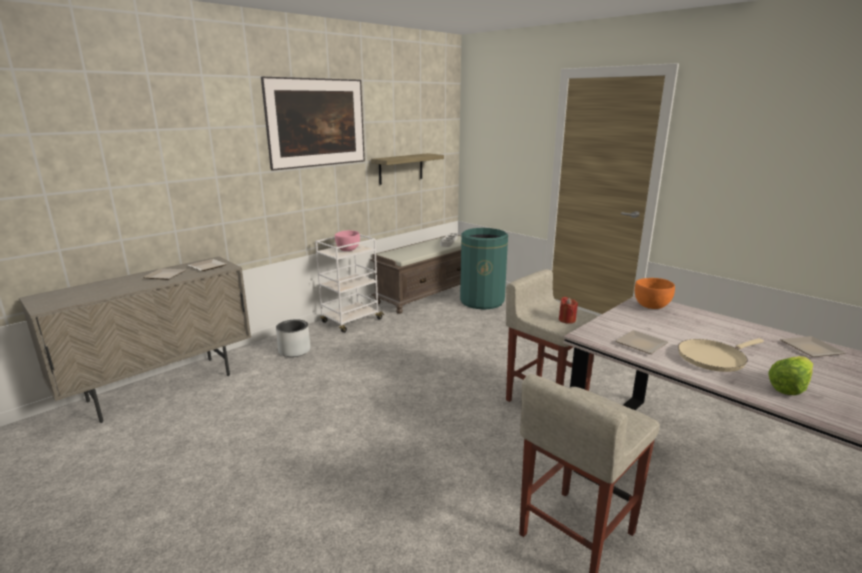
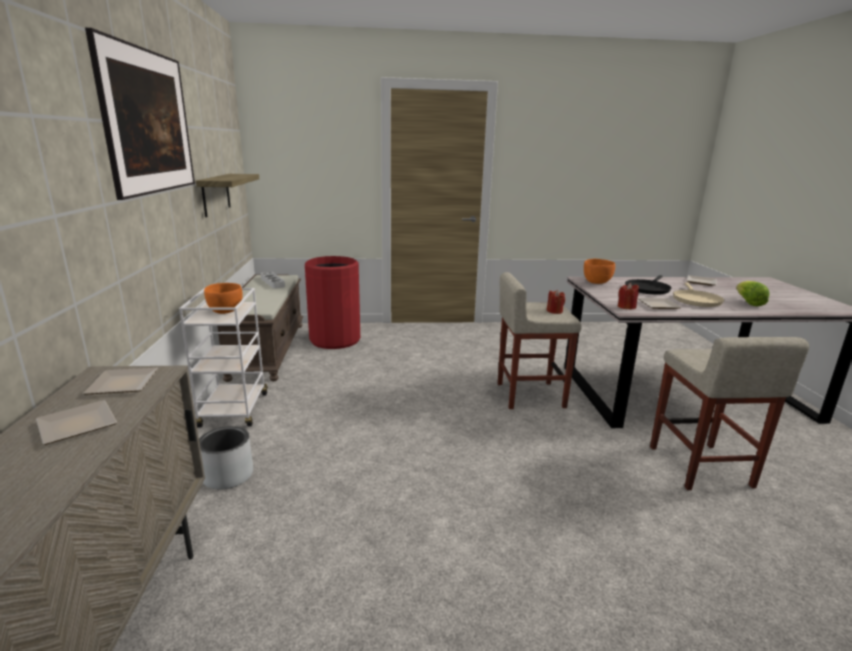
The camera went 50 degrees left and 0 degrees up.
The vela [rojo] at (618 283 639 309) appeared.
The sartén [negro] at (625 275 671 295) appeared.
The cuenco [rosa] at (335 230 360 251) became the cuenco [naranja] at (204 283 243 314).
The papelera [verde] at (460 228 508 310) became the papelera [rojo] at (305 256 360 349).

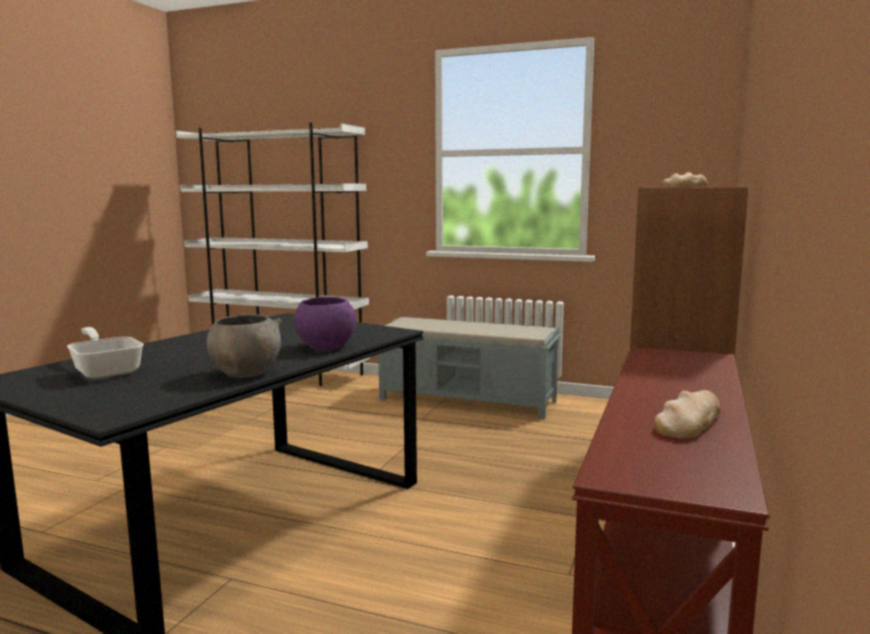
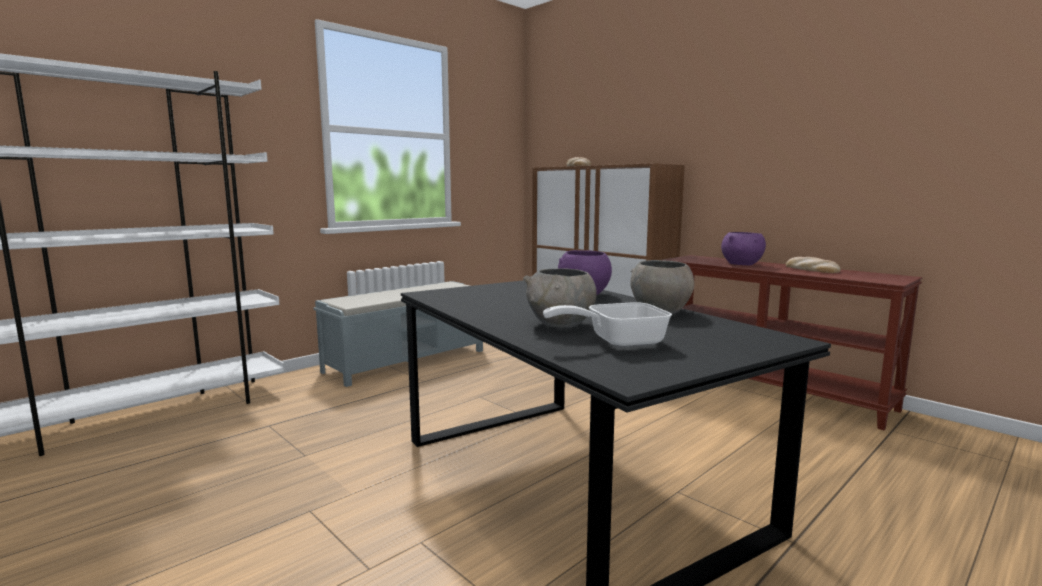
The camera went 65 degrees left and 0 degrees up.
The cuenco [gris] at (523 268 597 328) appeared.
The cuenco [morado] at (721 232 766 265) appeared.

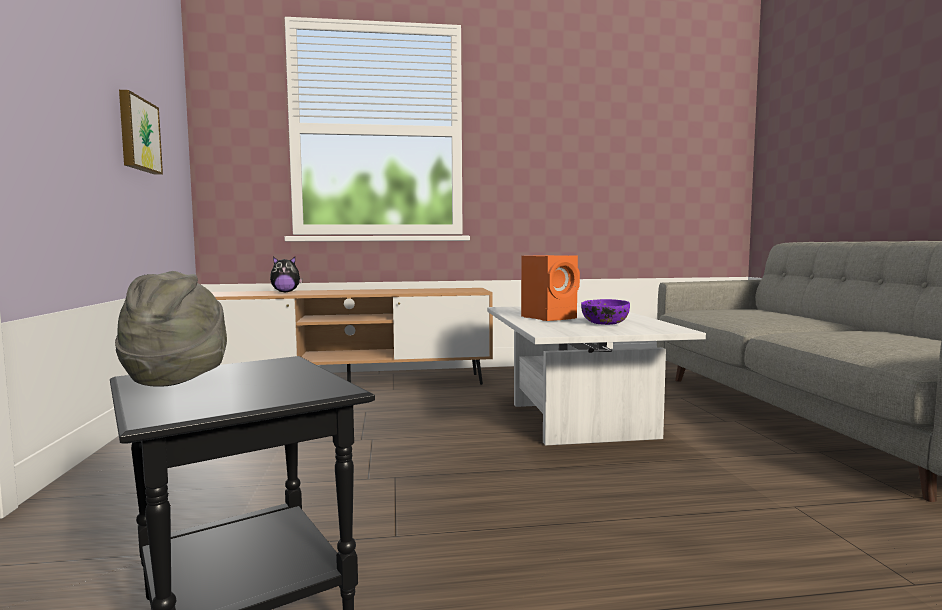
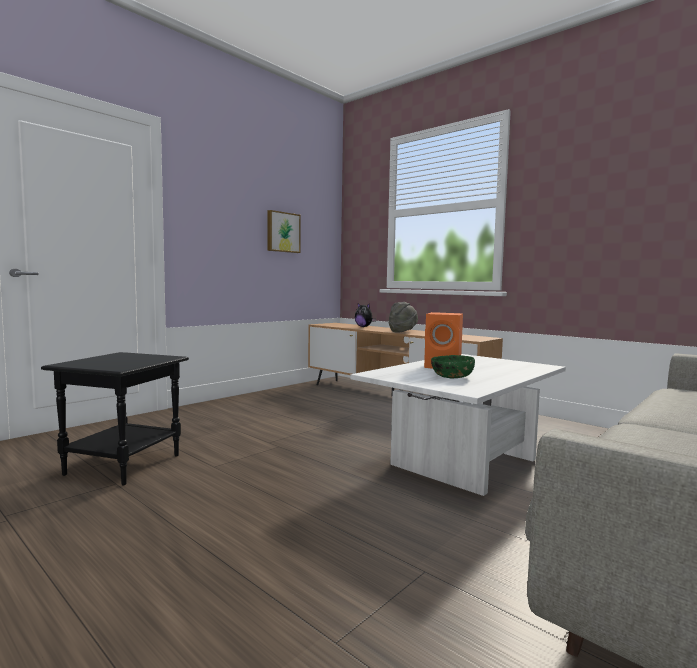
The camera went 50 degrees right and 0 degrees up.
The sombrero [gris] moved from (115 271 227 387) to (388 302 418 333).
The cuenco [morado] at (581 299 630 325) became the cuenco [verde] at (431 355 475 378).

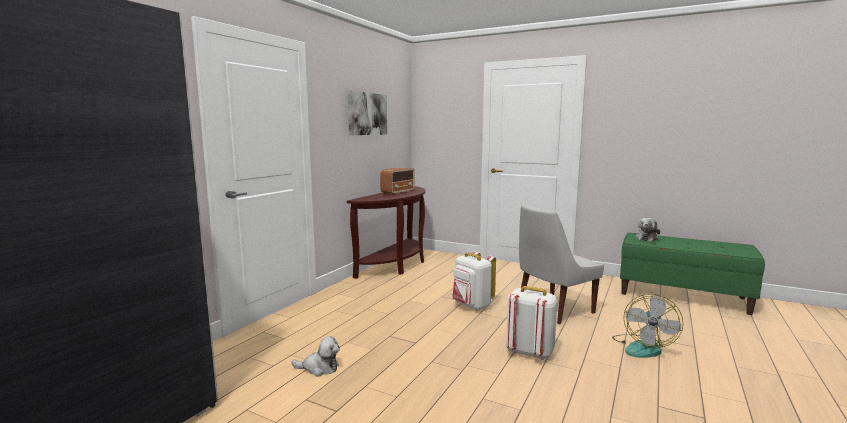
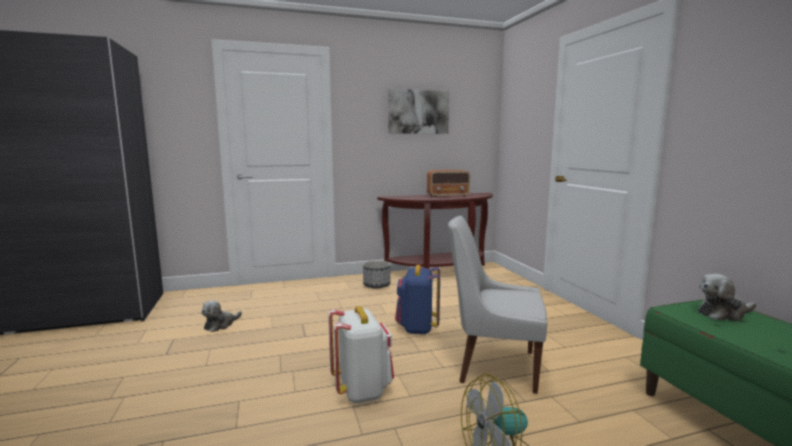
The camera went 45 degrees right and 0 degrees up.
The maceta at (363 260 390 289) appeared.
The mochila [blanco] at (452 251 496 311) became the mochila [azul] at (395 265 440 334).
The peluche at (292 336 340 377) turned 75 degrees clockwise.

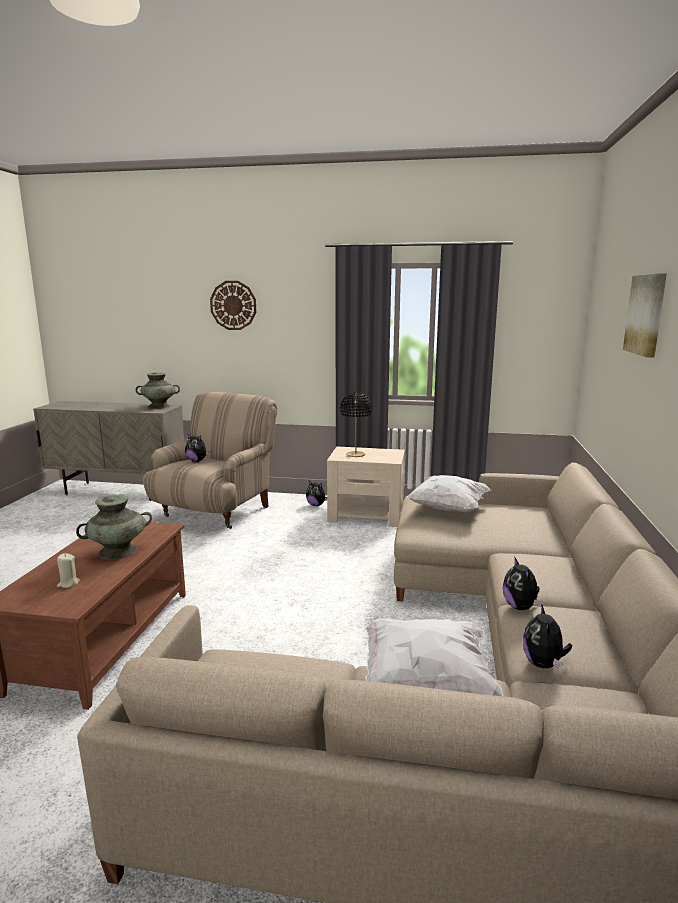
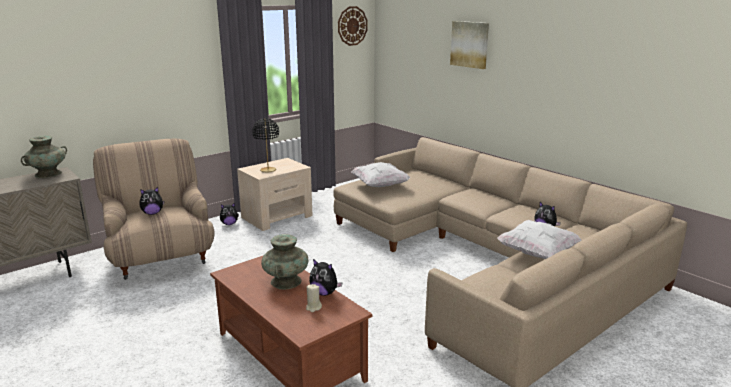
The camera went 50 degrees left and 5 degrees up.
The reloj de pared moved from (210 281 256 330) to (338 6 367 46).
The peluche moved from (503 556 542 610) to (309 259 343 296).

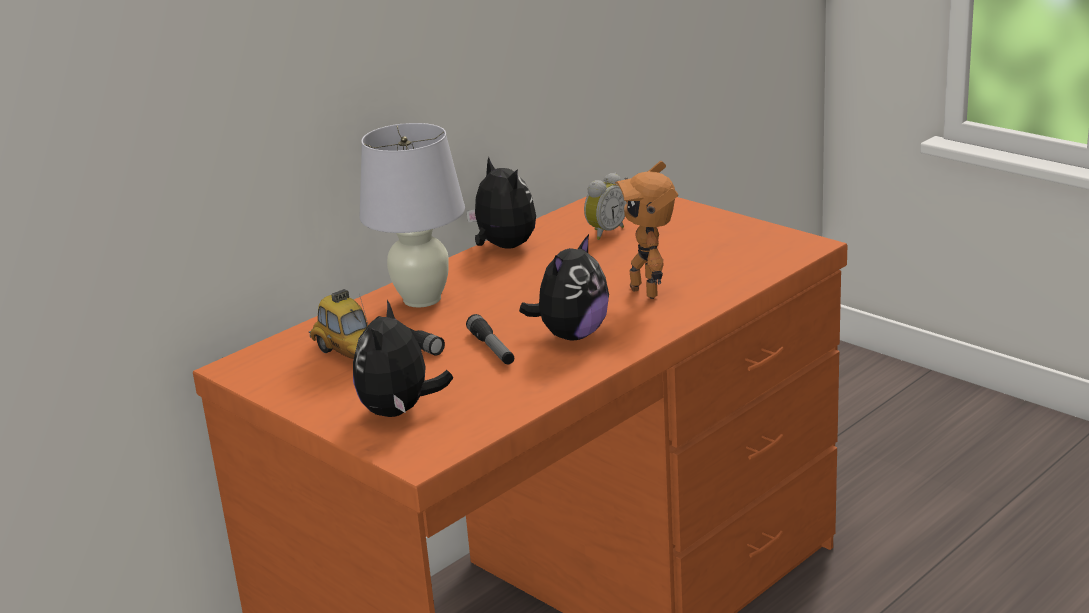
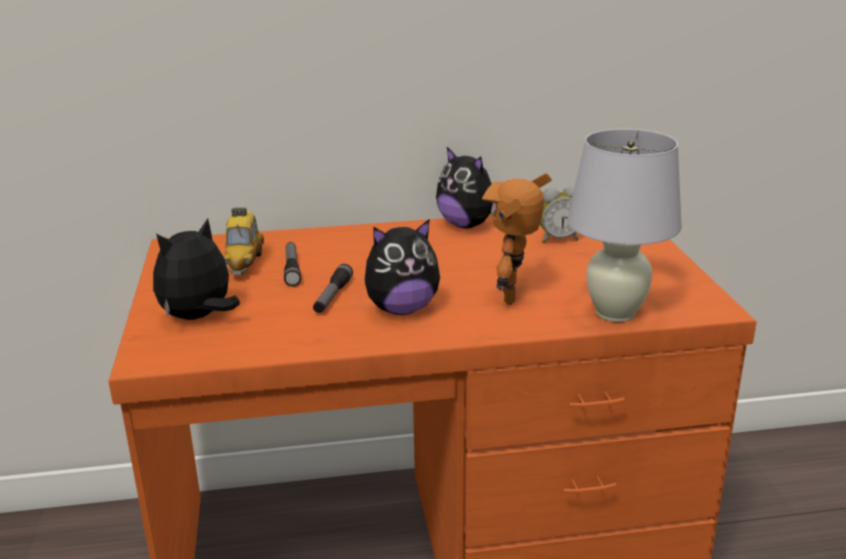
The camera went 35 degrees right and 0 degrees up.
The lámpara de mesa [blanco] moved from (359 123 465 308) to (567 129 682 322).
The peluche at (466 157 536 249) turned 135 degrees clockwise.

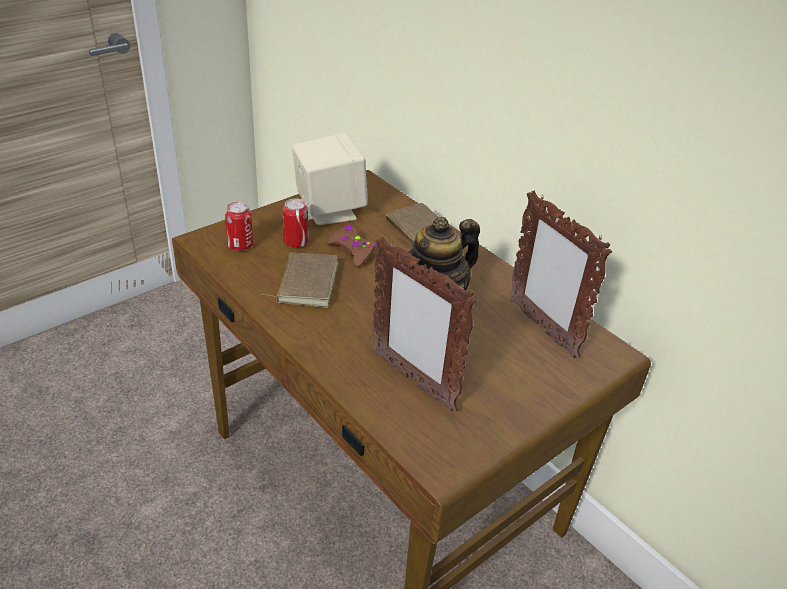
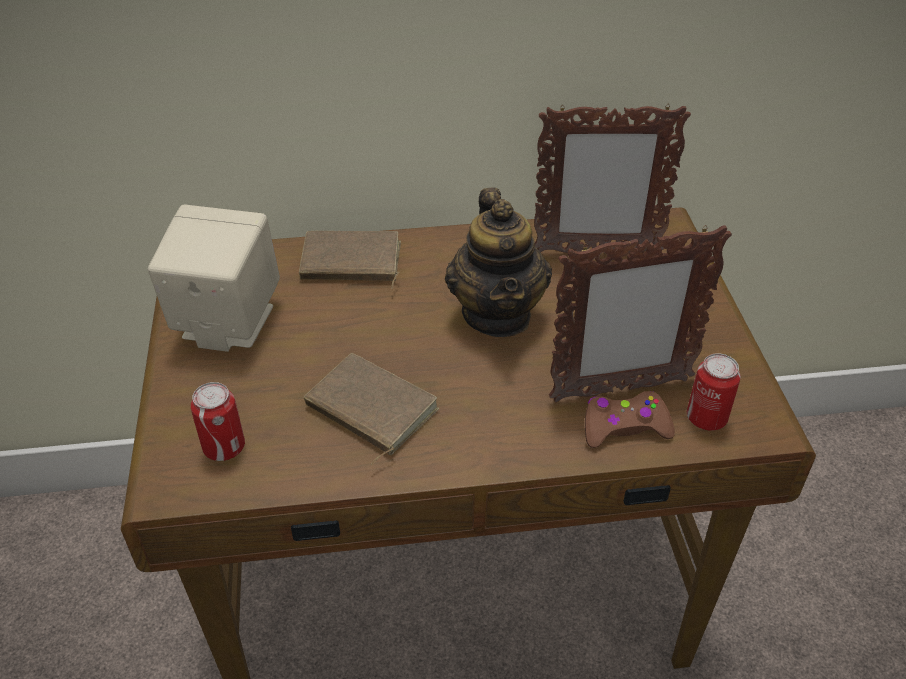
The camera went 55 degrees left and 5 degrees up.
The lata moved from (283 198 309 248) to (687 353 741 431).
The mando de consola [marrón] moved from (326 226 376 267) to (585 391 675 448).

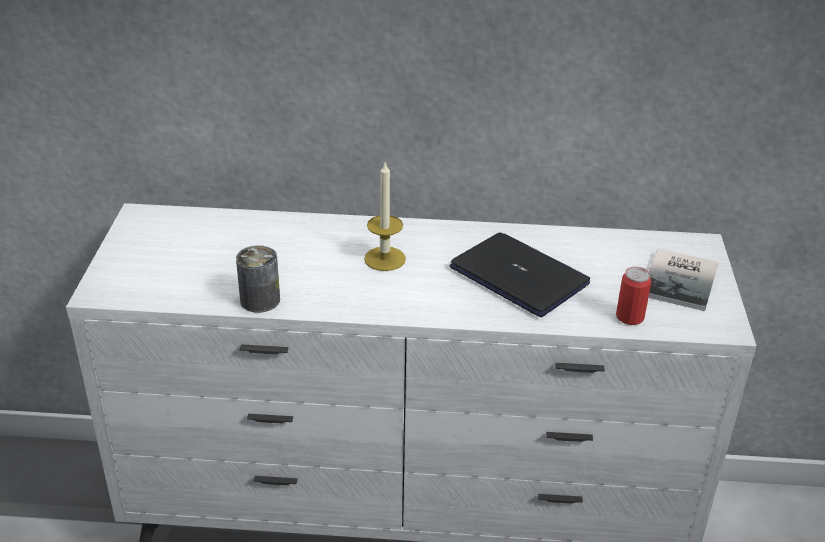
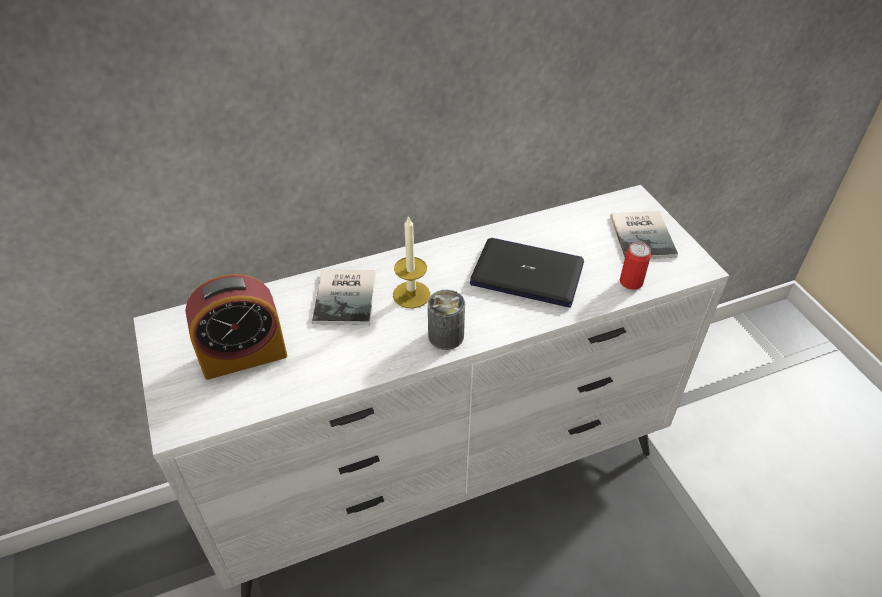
The camera went 25 degrees left and 10 degrees up.
The despertador at (185 274 287 380) appeared.
The libro at (312 270 376 325) appeared.
The lata moved from (236 245 280 313) to (428 290 465 350).

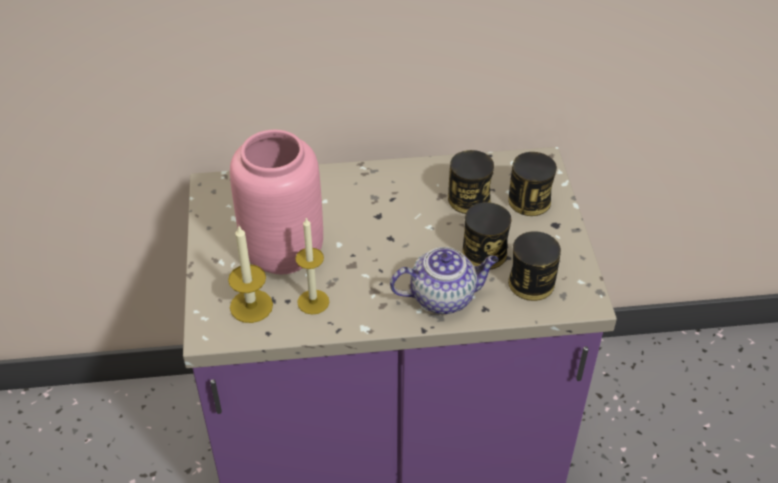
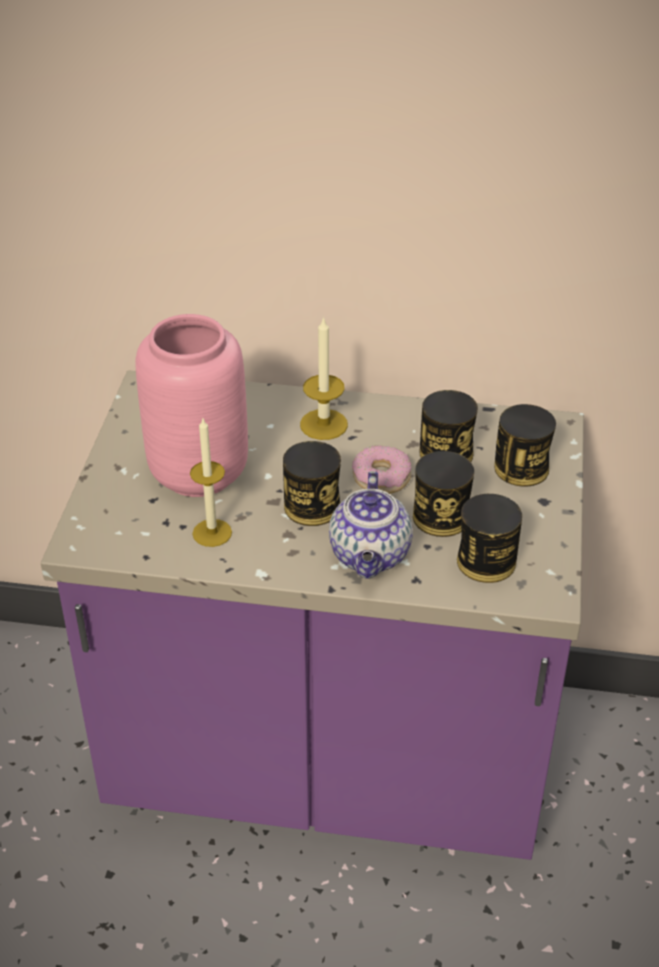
The camera went 15 degrees right and 5 degrees down.
The lata at (283 441 341 526) appeared.
The rosquilla at (352 445 411 494) appeared.
The vela moved from (228 226 273 323) to (300 316 348 440).
The tetera at (390 247 499 314) turned 90 degrees clockwise.

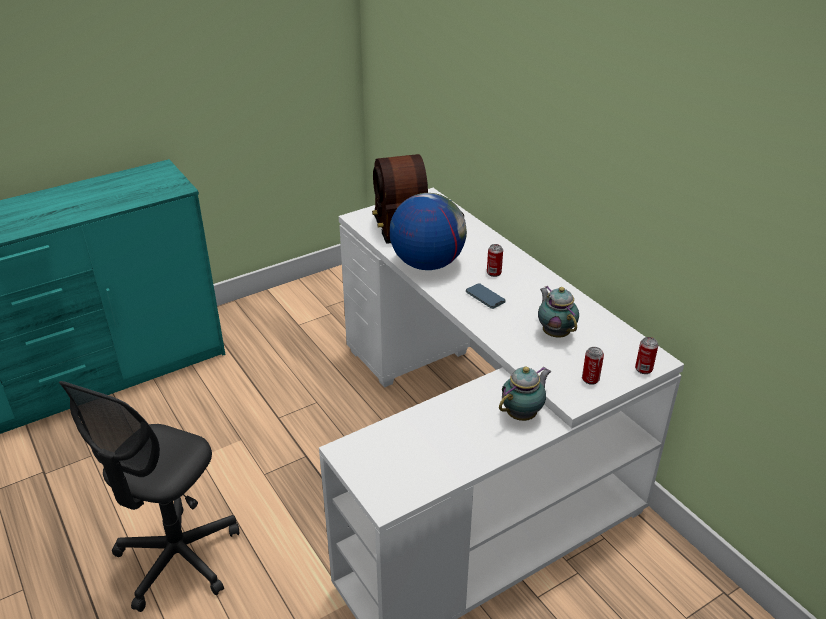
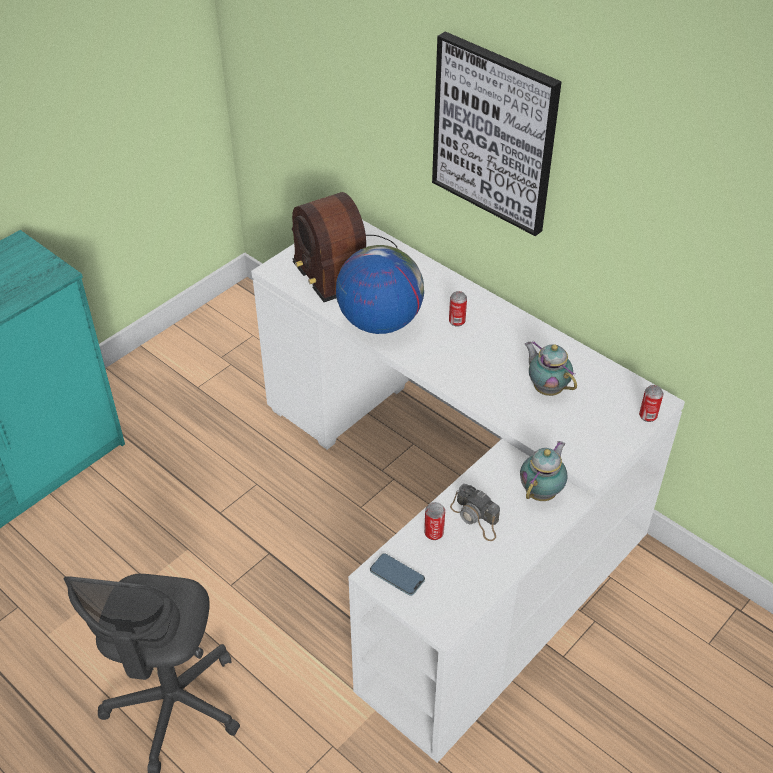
The camera went 15 degrees left and 10 degrees up.
The cuadro at (432 31 562 236) appeared.
The cámara at (450 484 500 541) appeared.
The móvil moved from (466 283 506 309) to (370 553 425 596).
The lata moved from (582 347 604 385) to (424 502 445 540).

